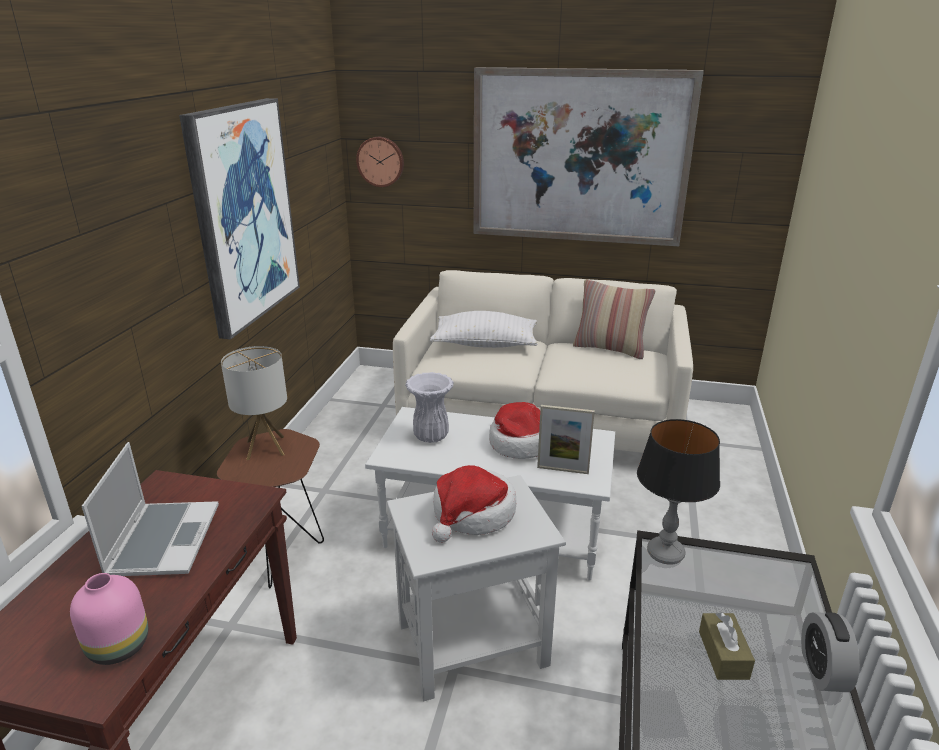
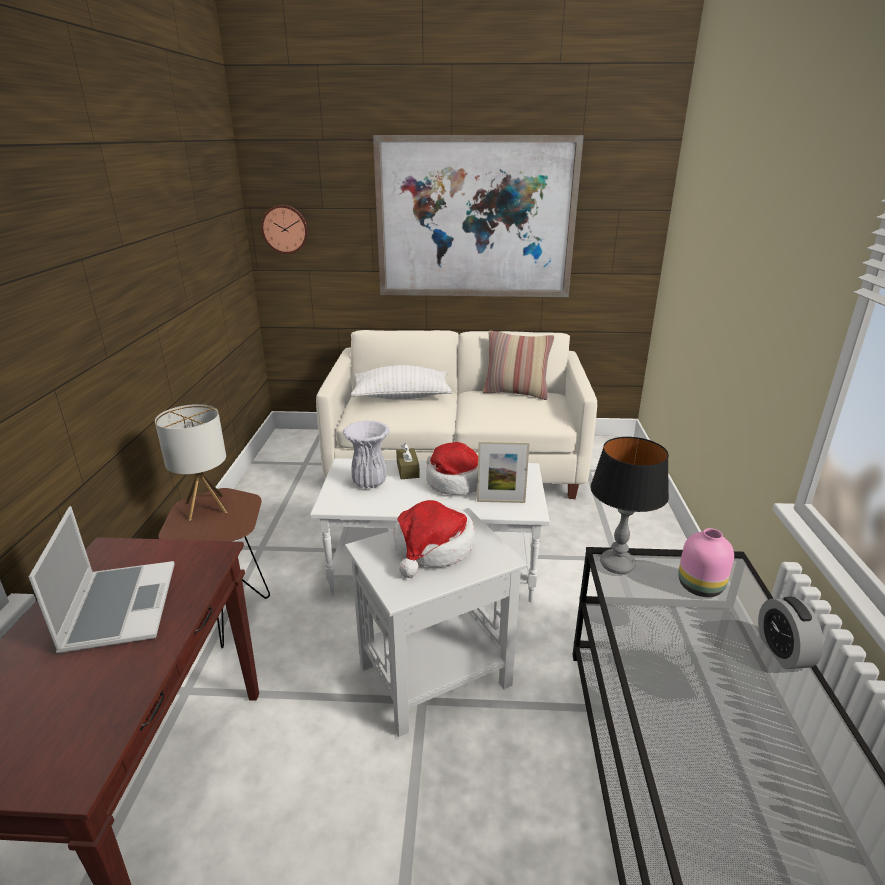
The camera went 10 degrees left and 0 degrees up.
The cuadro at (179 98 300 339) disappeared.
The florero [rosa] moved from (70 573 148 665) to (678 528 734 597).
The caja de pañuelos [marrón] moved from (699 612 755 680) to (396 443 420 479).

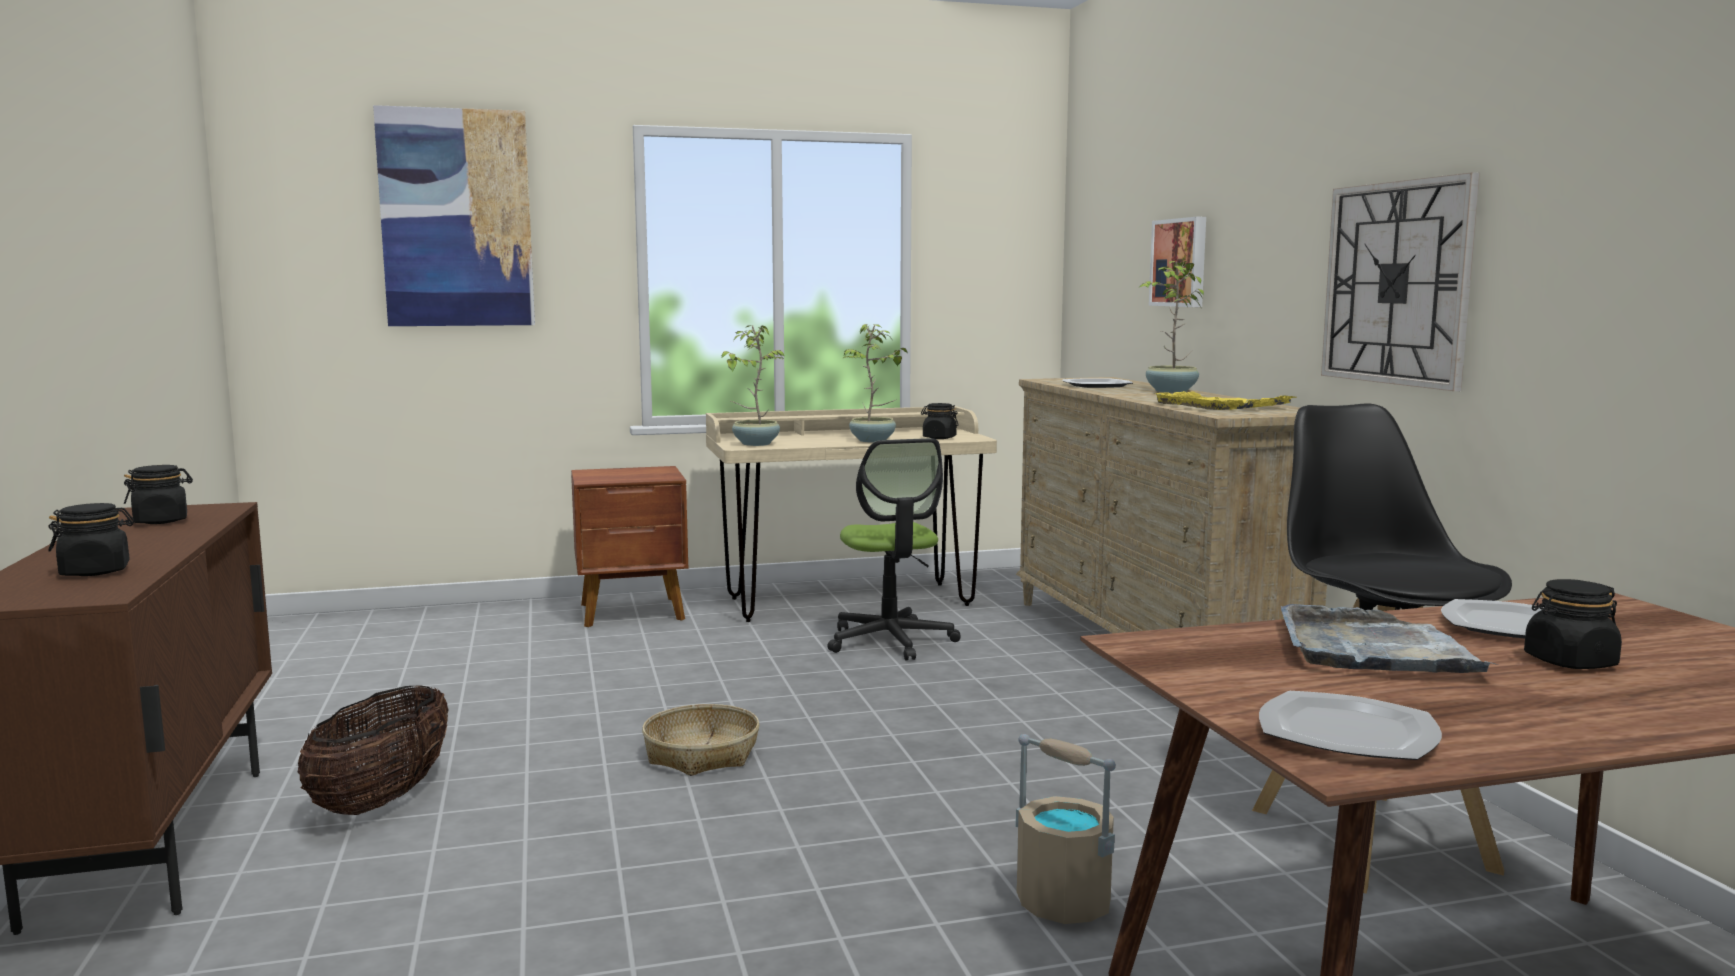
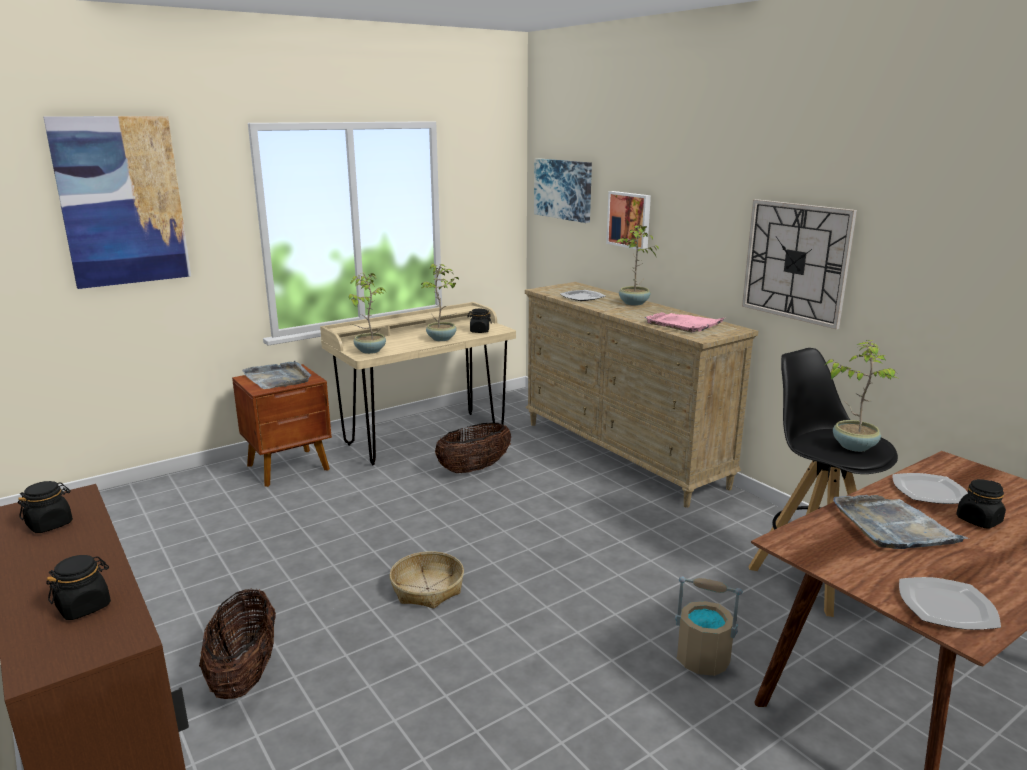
The camera went 20 degrees left and 10 degrees up.
The bandeja [gris] at (242 361 311 389) appeared.
The cuadro at (534 158 592 223) appeared.
The planta en maceta at (825 340 897 452) appeared.
The silla de oficina at (827 438 961 660) was replaced by the cesta at (435 423 511 473).
The bandeja [amarillo] at (1154 391 1296 410) became the bandeja [rosa] at (645 312 724 332).

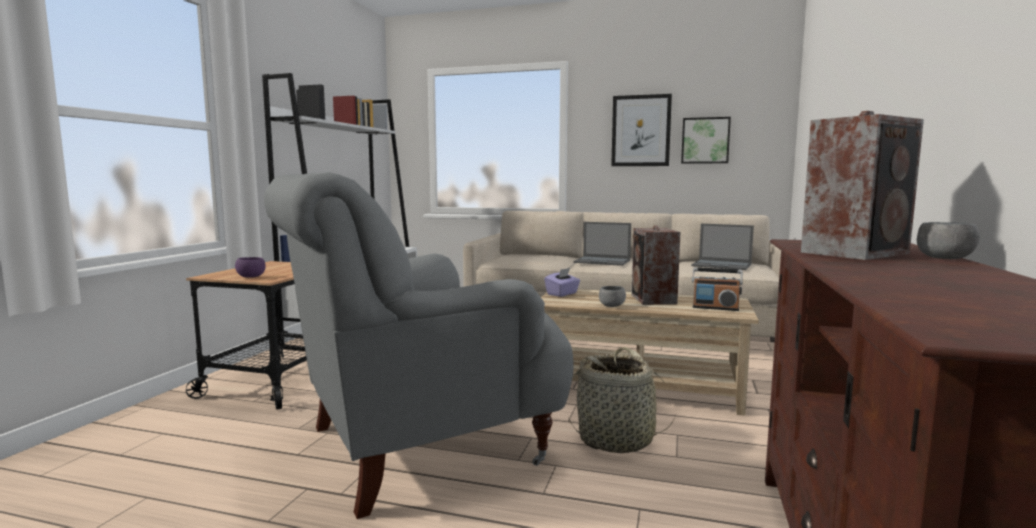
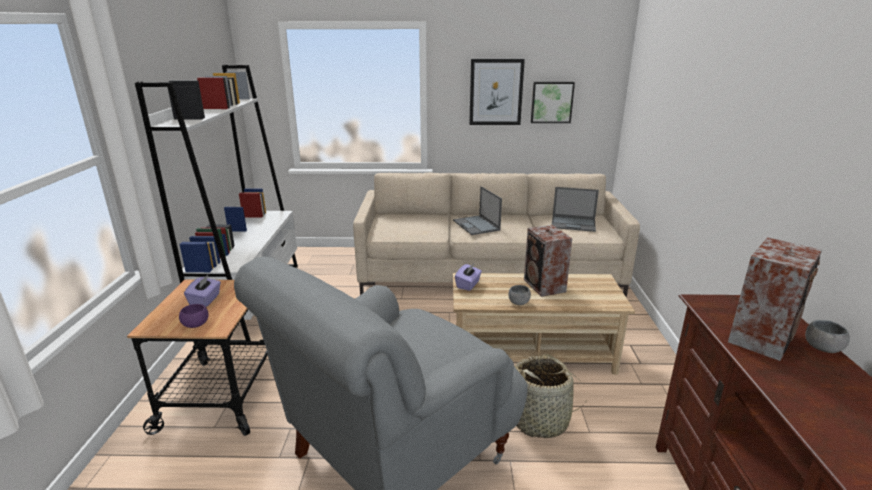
The camera went 15 degrees left and 15 degrees up.
The radio at (692 267 743 311) disappeared.
The caja de pañuelos [morado] at (184 275 221 307) appeared.
The portátil at (574 222 631 266) turned 60 degrees clockwise.

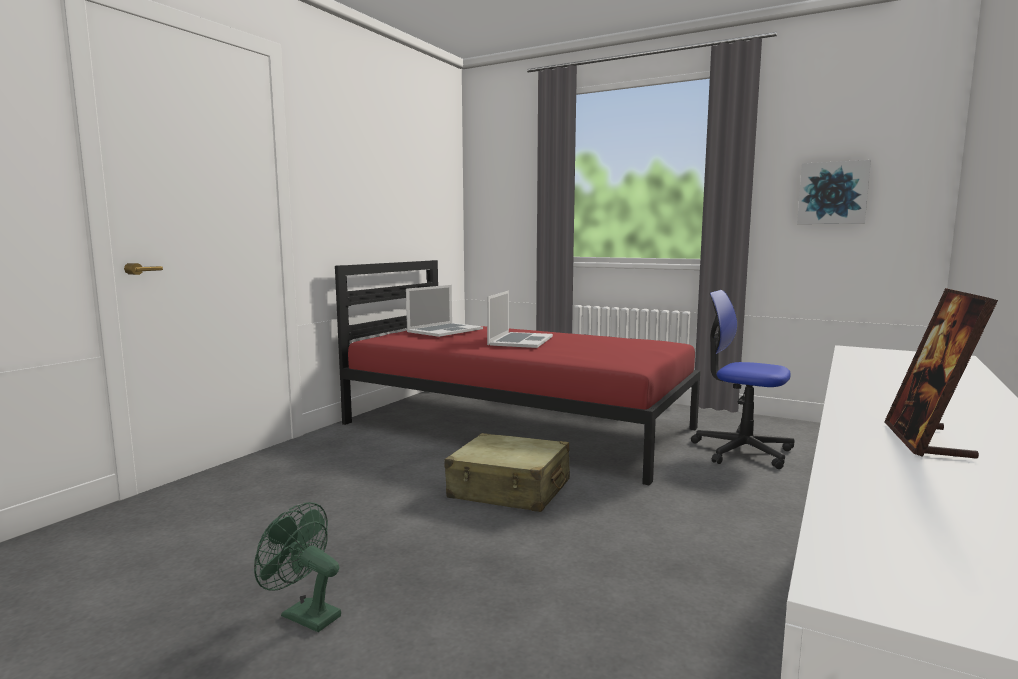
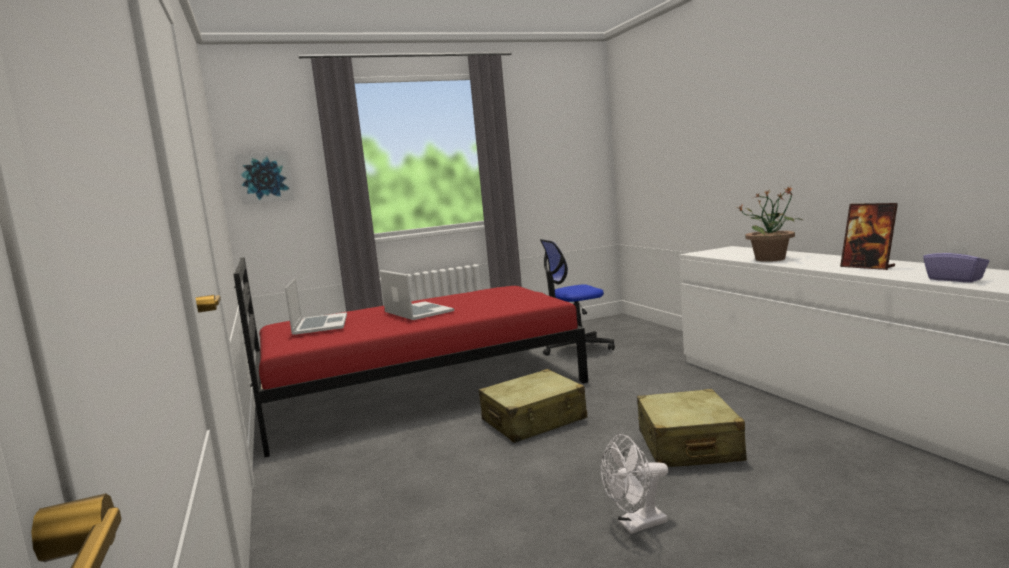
The camera went 50 degrees left and 0 degrees up.
The maleta [beis] at (637 389 747 467) appeared.
The planta en maceta at (739 186 802 262) appeared.
The caja de pañuelos [morado] at (923 242 989 282) appeared.
The cuadro moved from (797 160 871 224) to (234 151 295 205).
The ventilador [verde] at (254 502 341 632) became the ventilador [blanco] at (601 434 668 534).

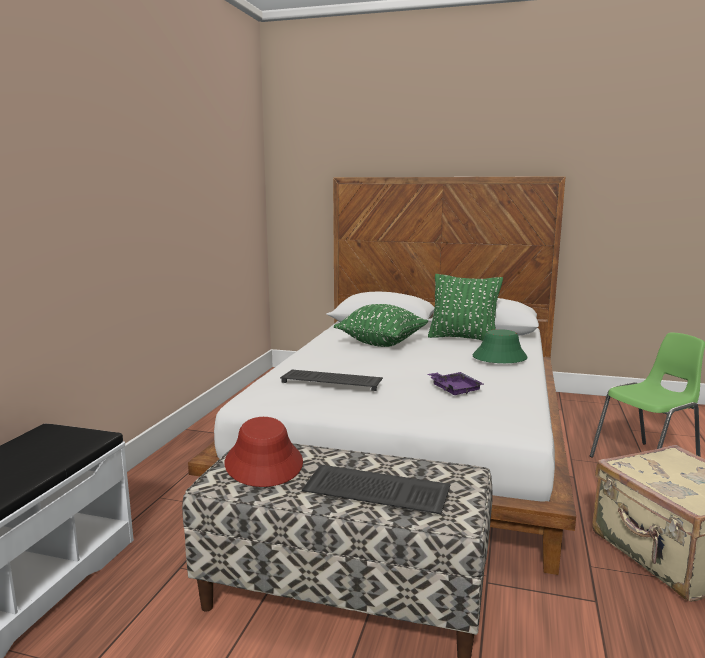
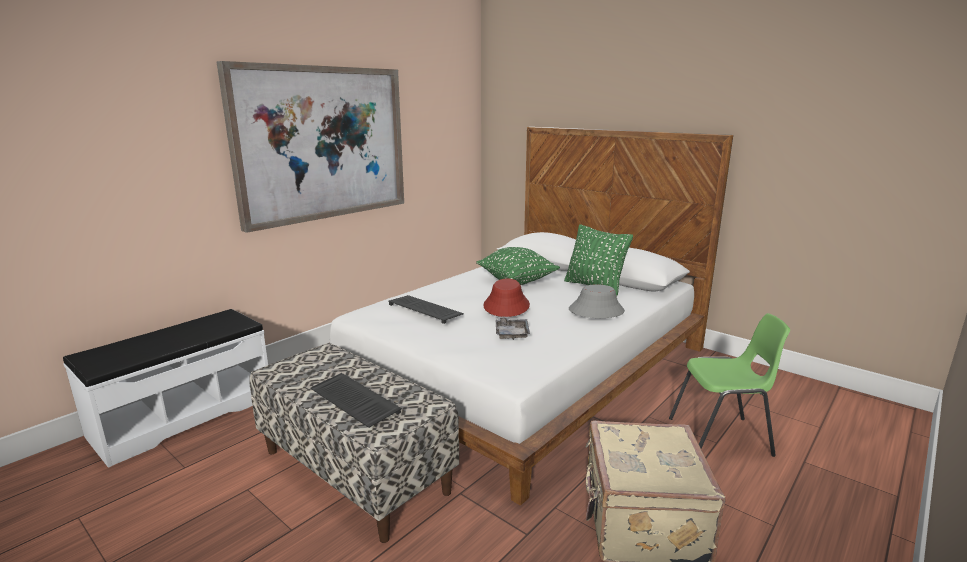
The camera went 25 degrees right and 5 degrees up.
The cuadro at (216 61 404 233) appeared.
The sombrero [rojo] moved from (225 417 303 487) to (483 279 530 317).
The bandeja [morado] at (428 372 484 395) became the bandeja [gris] at (496 316 530 340).
The sombrero [verde] at (473 329 528 363) became the sombrero [gris] at (569 284 625 318).

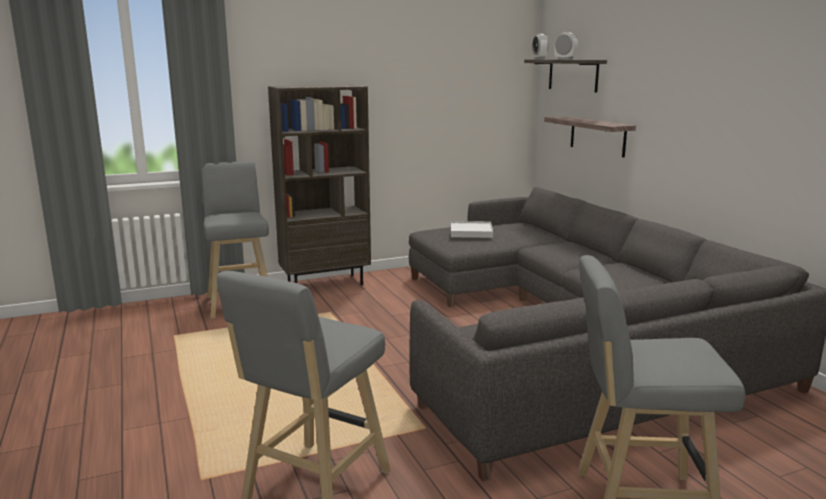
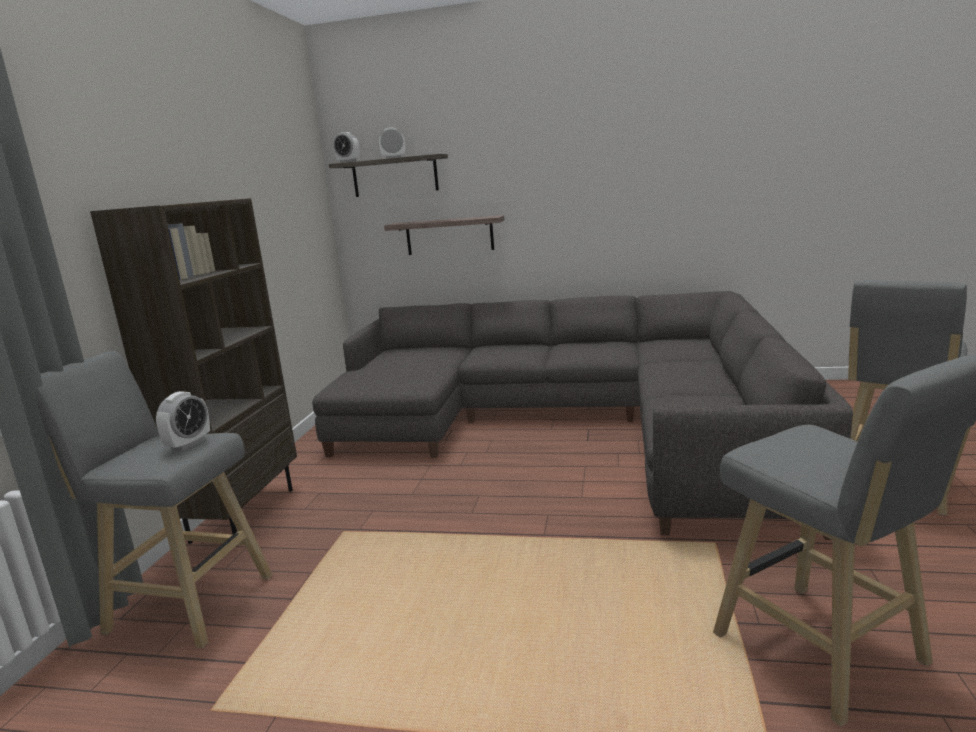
The camera went 55 degrees left and 0 degrees up.
The bandeja [blanco] at (451 221 493 238) disappeared.
The despertador at (156 391 210 451) appeared.

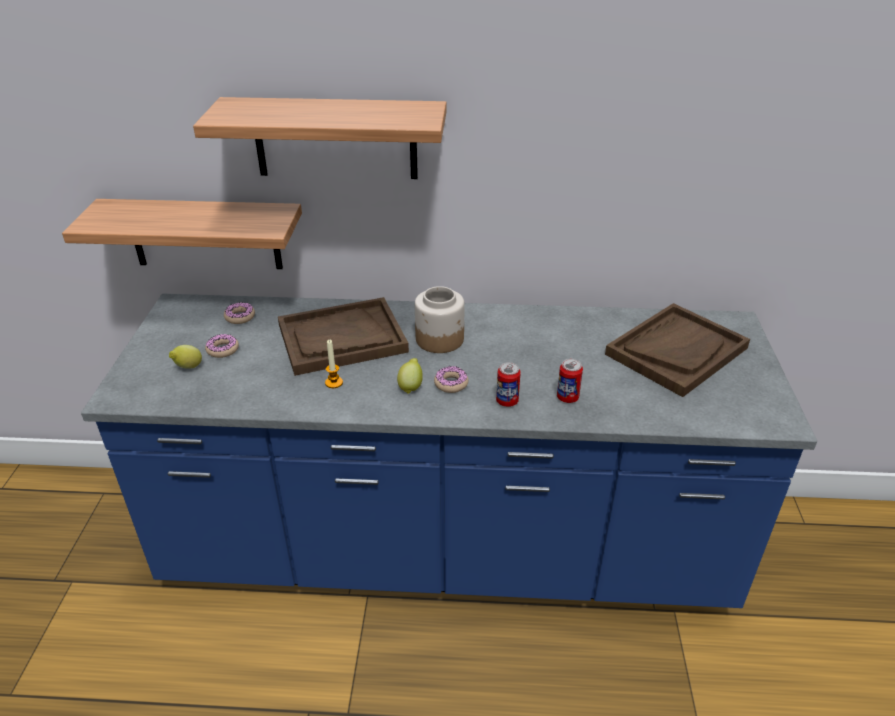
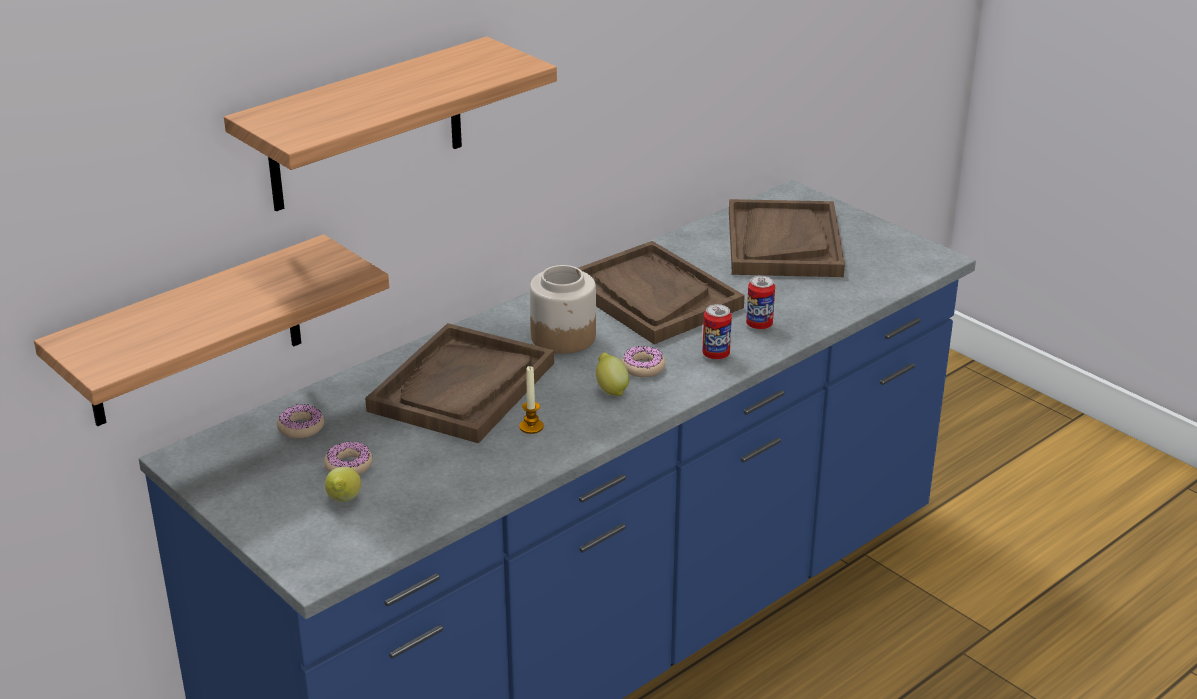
The camera went 45 degrees left and 5 degrees down.
The bandeja [marrón] at (579 241 745 344) appeared.

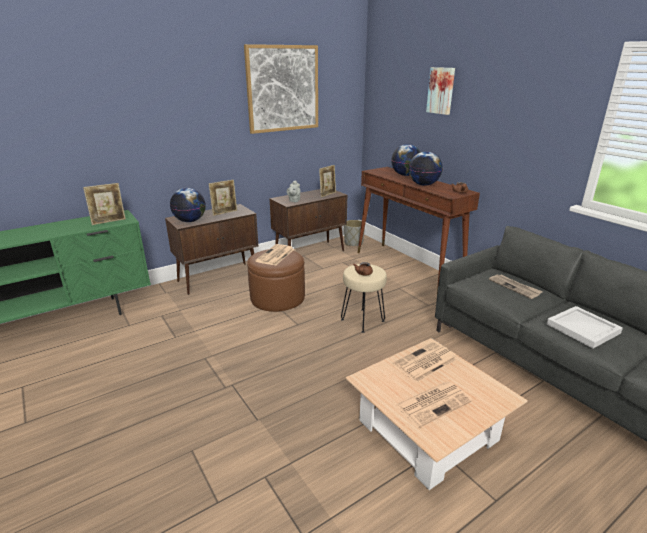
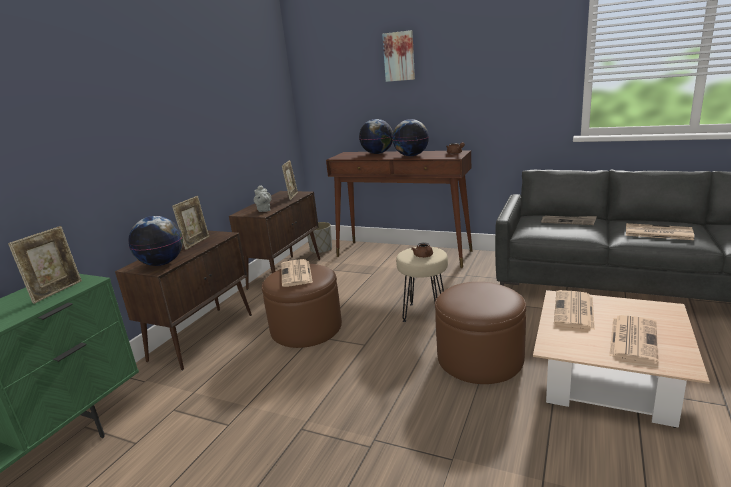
The camera went 30 degrees left and 5 degrees down.
The cuadro at (244 44 318 134) disappeared.
The puf [marrón] at (435 282 526 384) appeared.
The bandeja [blanco] at (546 306 623 348) was replaced by the periódico at (626 223 694 240).

